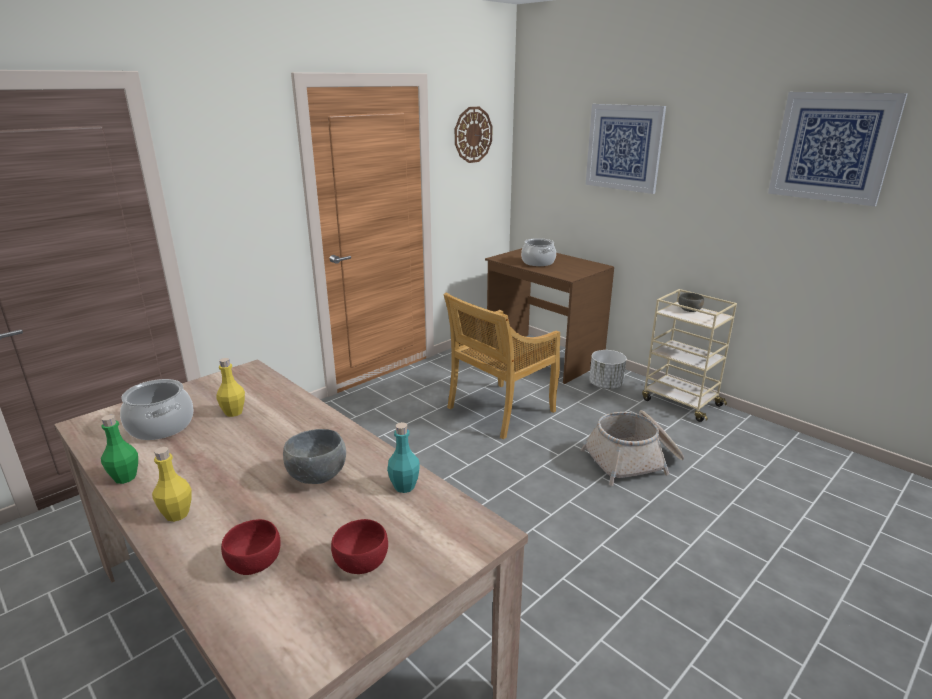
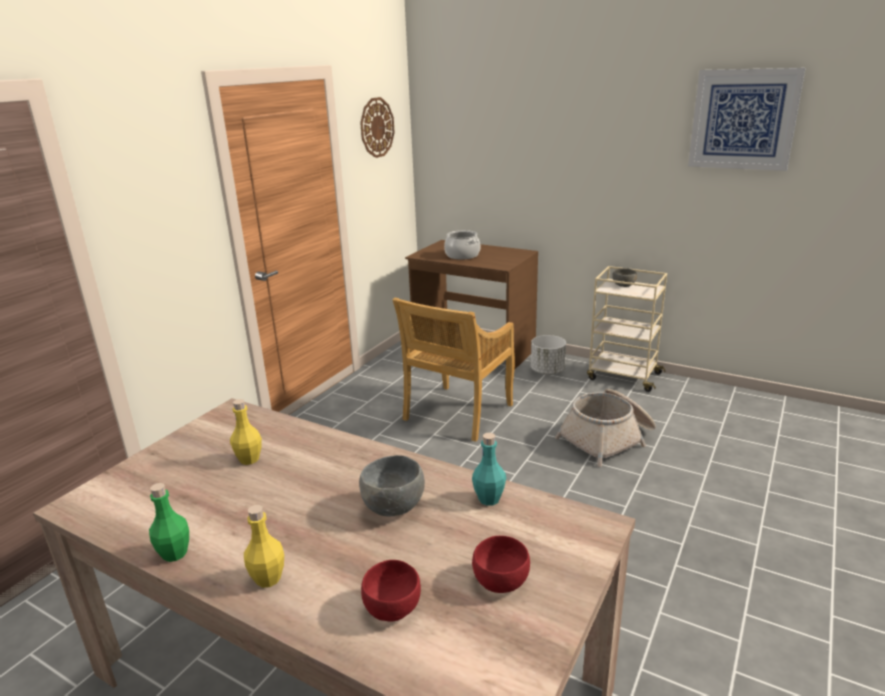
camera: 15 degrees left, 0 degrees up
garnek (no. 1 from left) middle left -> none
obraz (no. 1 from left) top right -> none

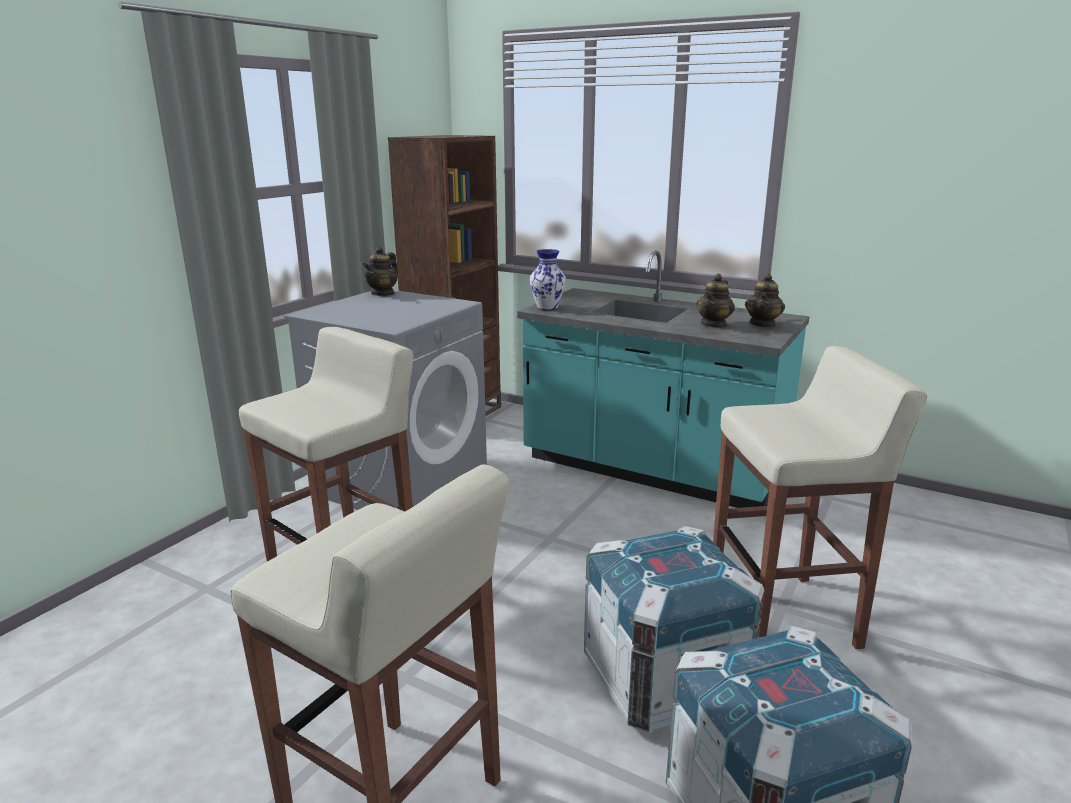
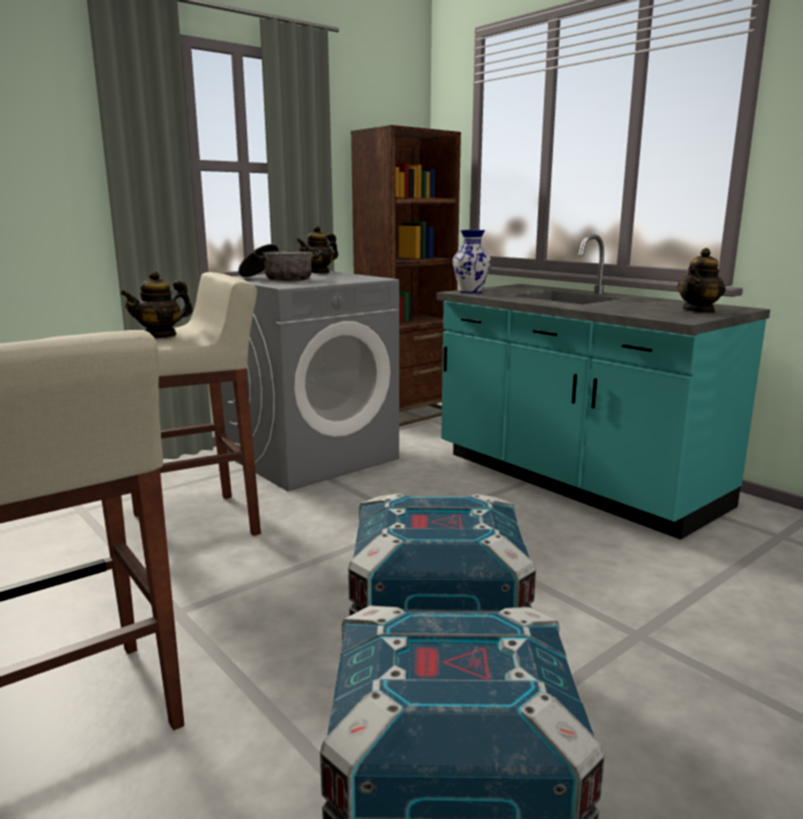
camera: 20 degrees right, 5 degrees down
imbryk (no. 2 from left in the first image) middle right -> imbryk (no. 1 from left) middle left, relocated
none -> garnek top centre
stołek [beżowy] (no. 3 from left) middle right -> none

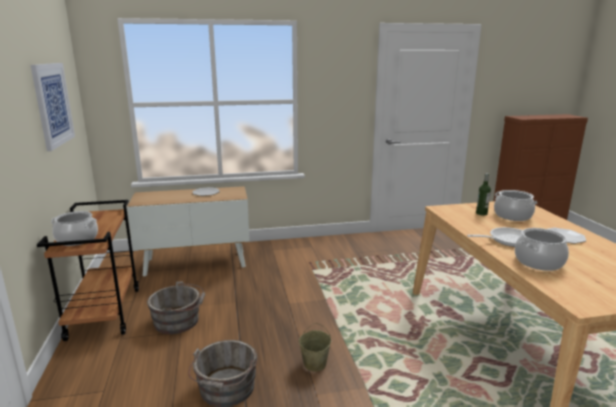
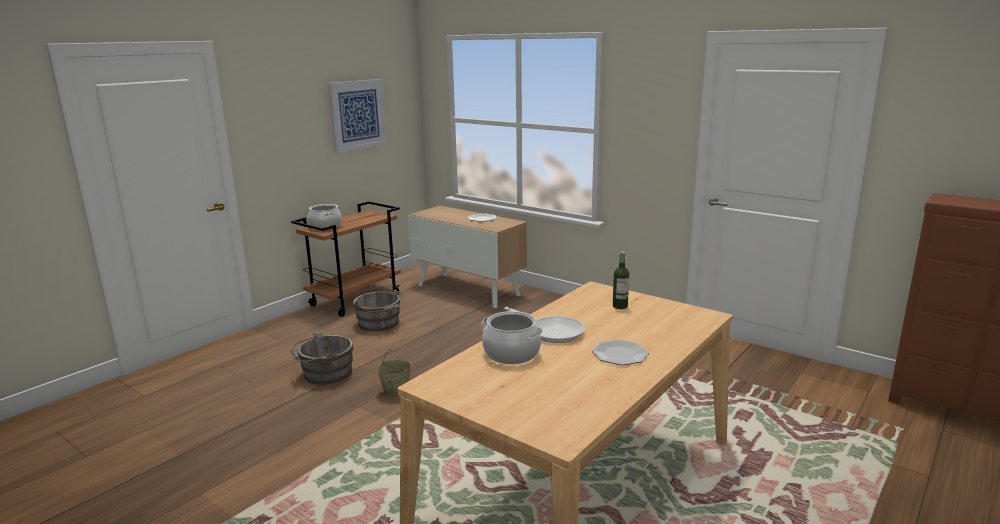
camera: 50 degrees right, 0 degrees up
garnek (no. 2 from left) middle right -> none

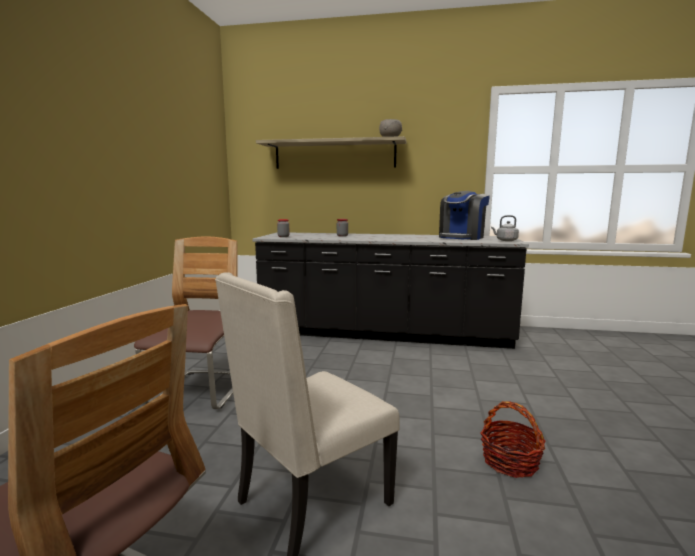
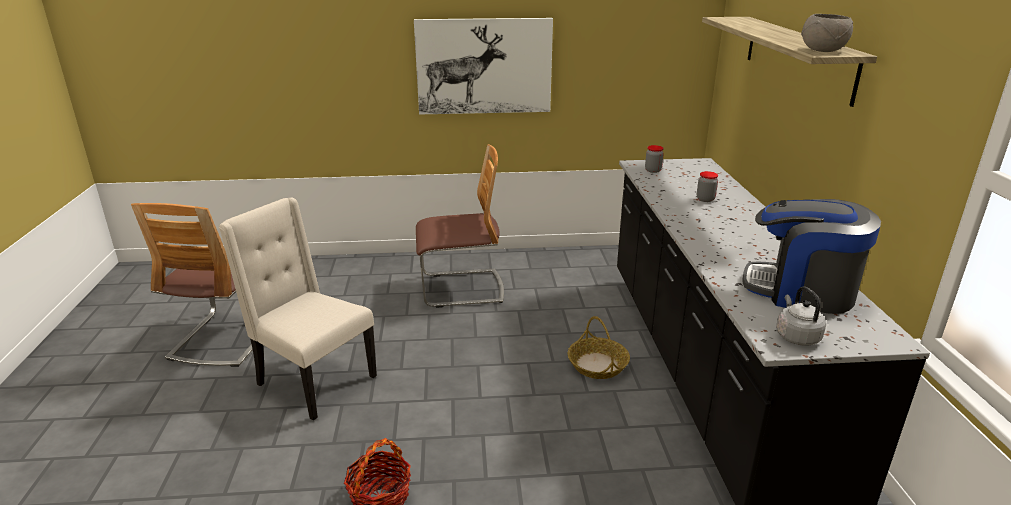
camera: 75 degrees right, 15 degrees up
none -> obraz top centre
none -> koszyk (no. 2 from left) bottom centre

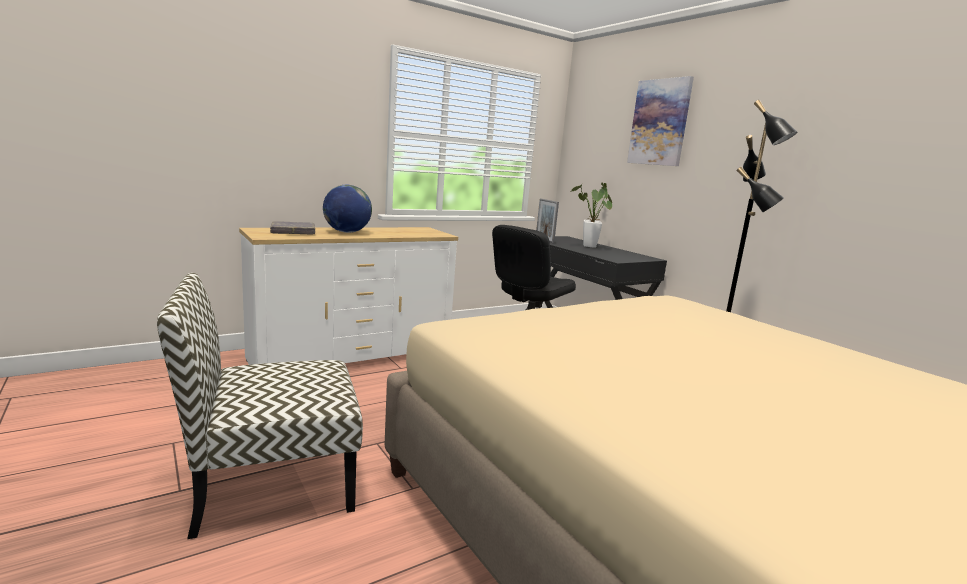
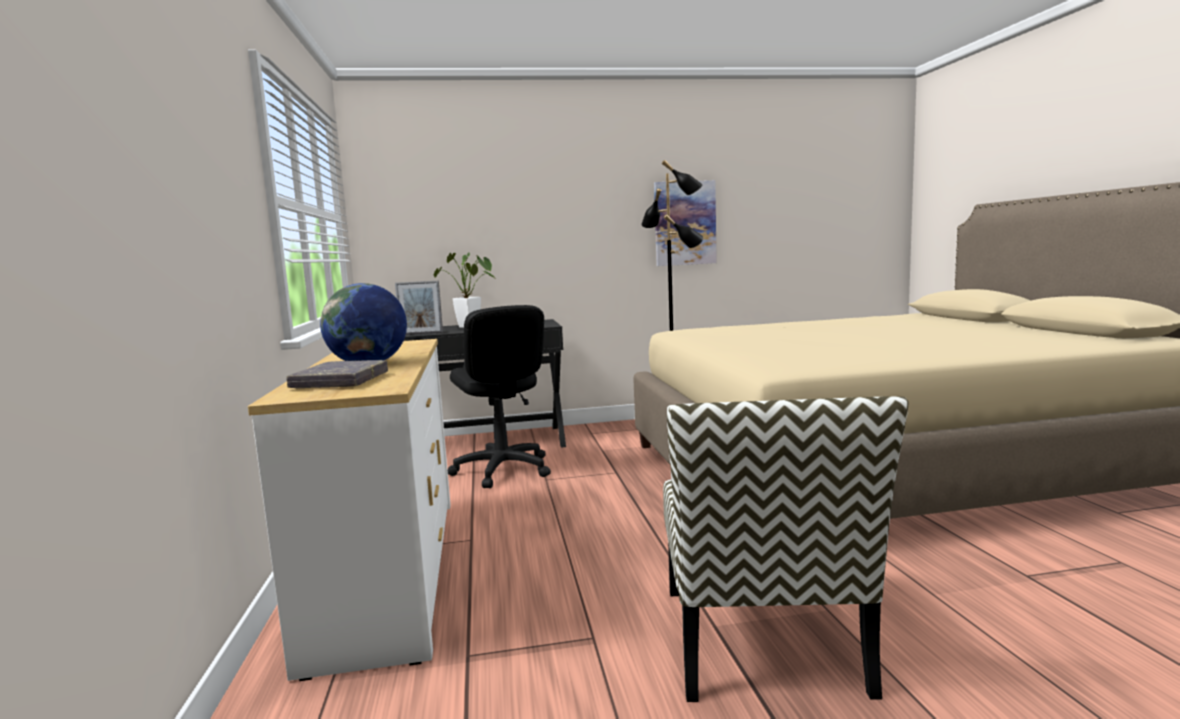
camera: 65 degrees left, 5 degrees down
obraz top right -> obraz top centre, relocated

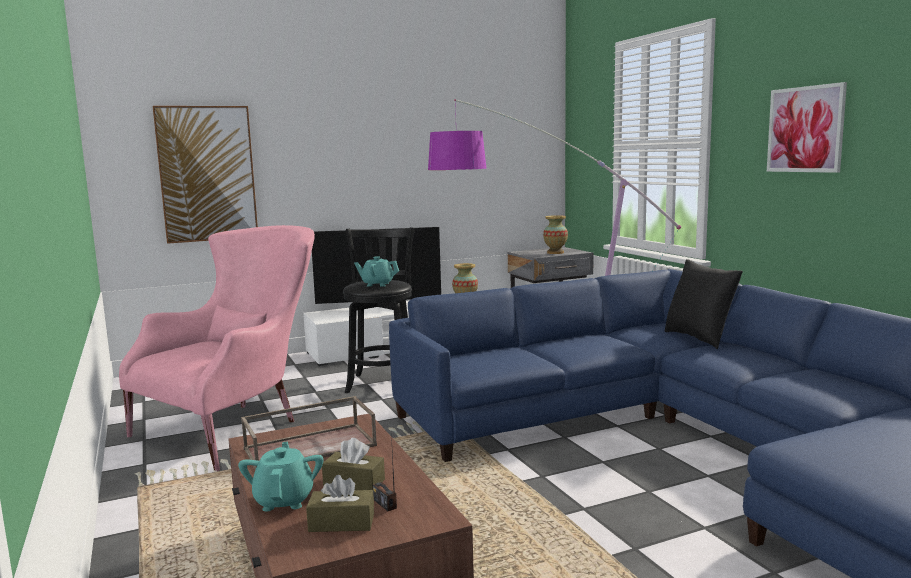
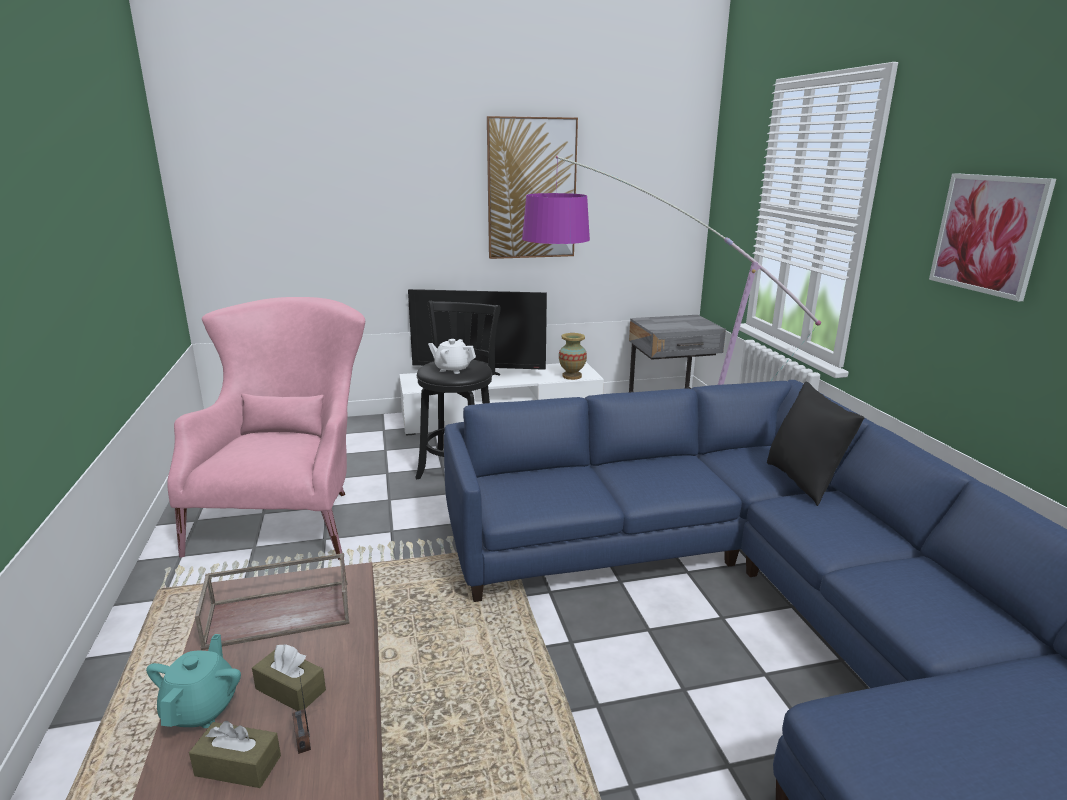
camera: 10 degrees right, 10 degrees up
fotel [różowy] middle left, 45 degrees counterclockwise
imbryk [turkusowy] (no. 2 from left) centre -> imbryk [biały] centre
obraz (no. 1 from left) top left -> obraz (no. 1 from left) top centre, relocated
wazon (no. 2 from left) centre -> none

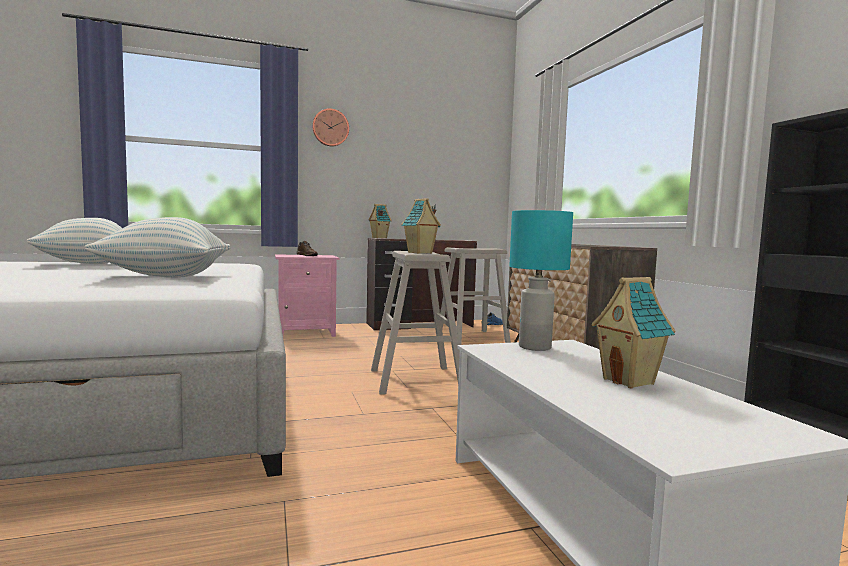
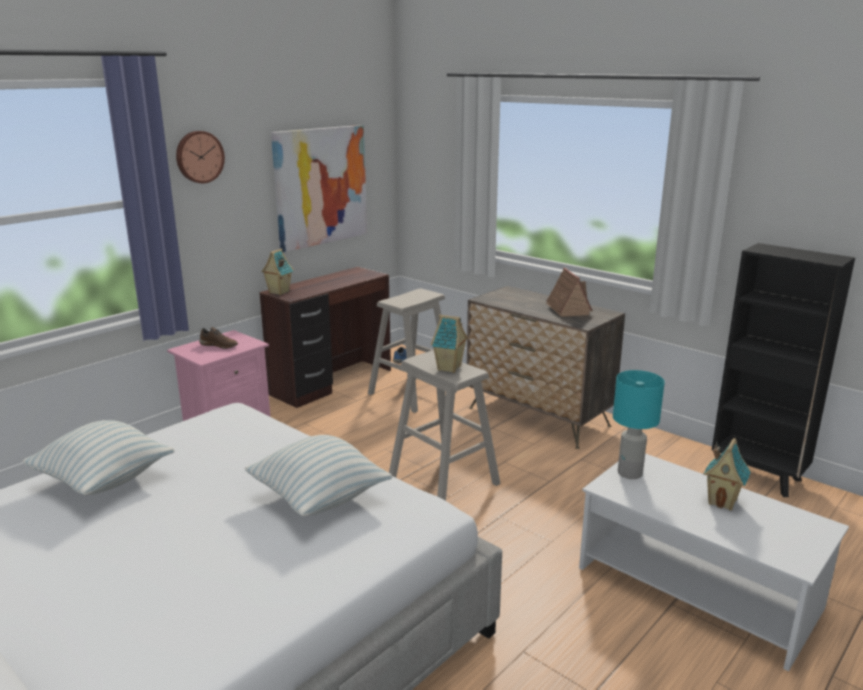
camera: 30 degrees left, 15 degrees up
none -> obraz top centre
none -> domek (no. 3 from left) centre

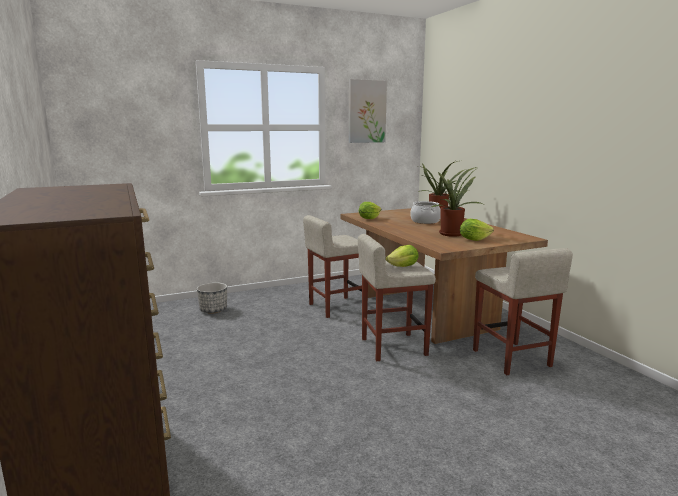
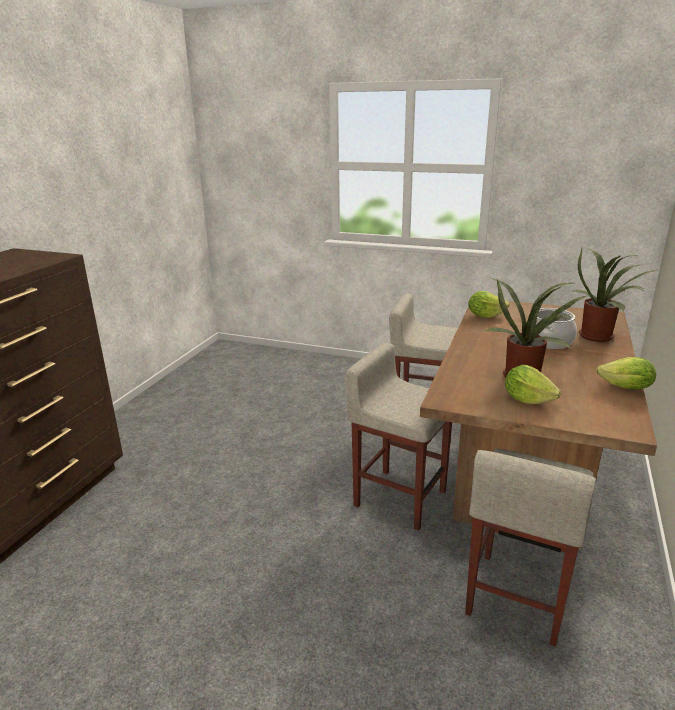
camera: 45 degrees right, 10 degrees up
sałata (no. 2 from left in the first image) centre -> sałata (no. 3 from left) middle right, relocated
donica middle left -> none
obraz top centre -> none

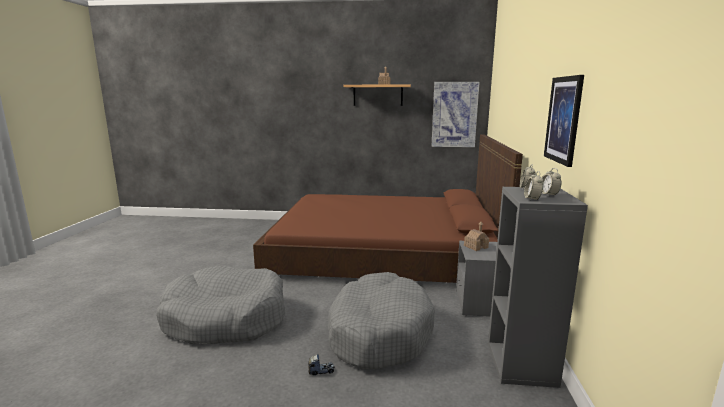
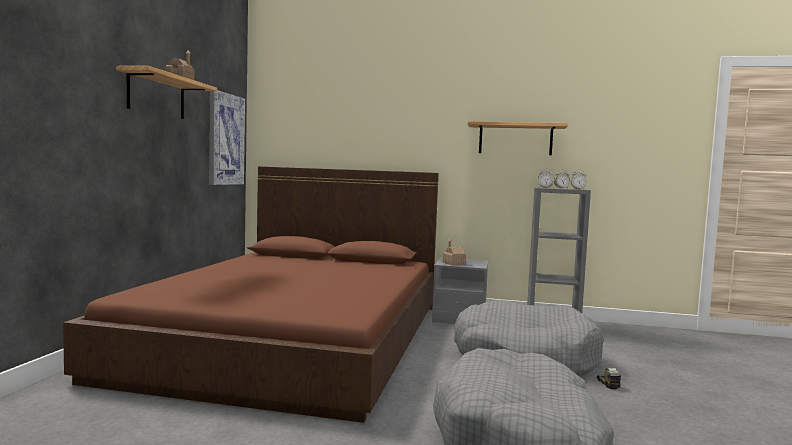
camera: 85 degrees left, 10 degrees down
obraz (no. 2 from left) top right -> półka (no. 2 from left) top centre

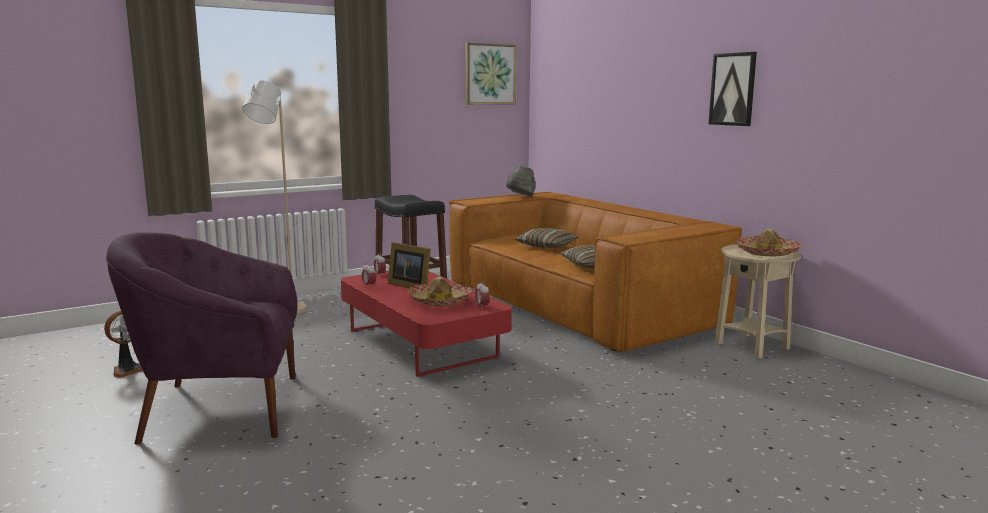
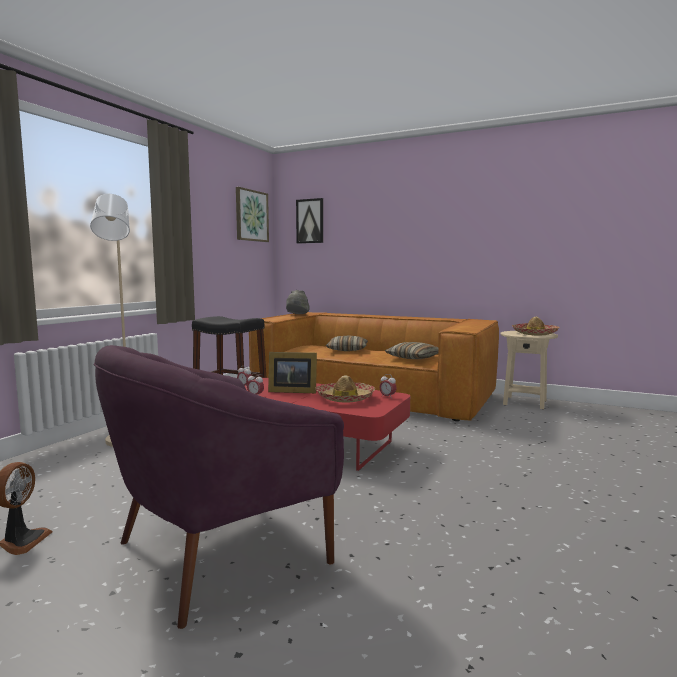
camera: 30 degrees left, 5 degrees down
obraz (no. 2 from left) top right -> obraz (no. 2 from left) top centre, relocated

